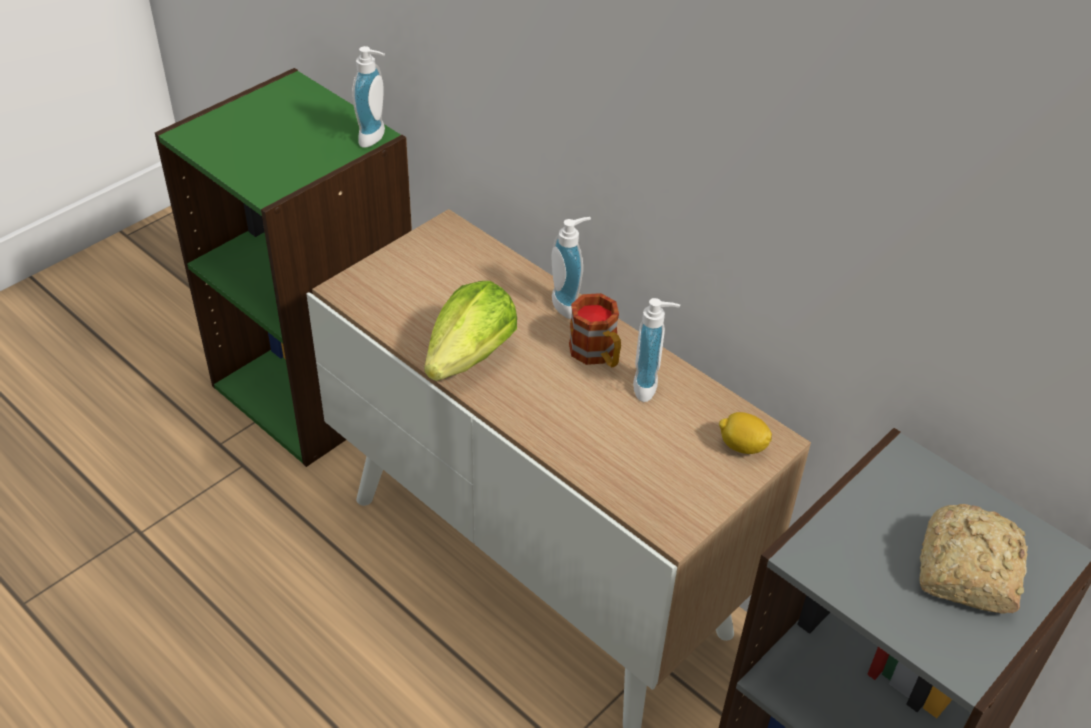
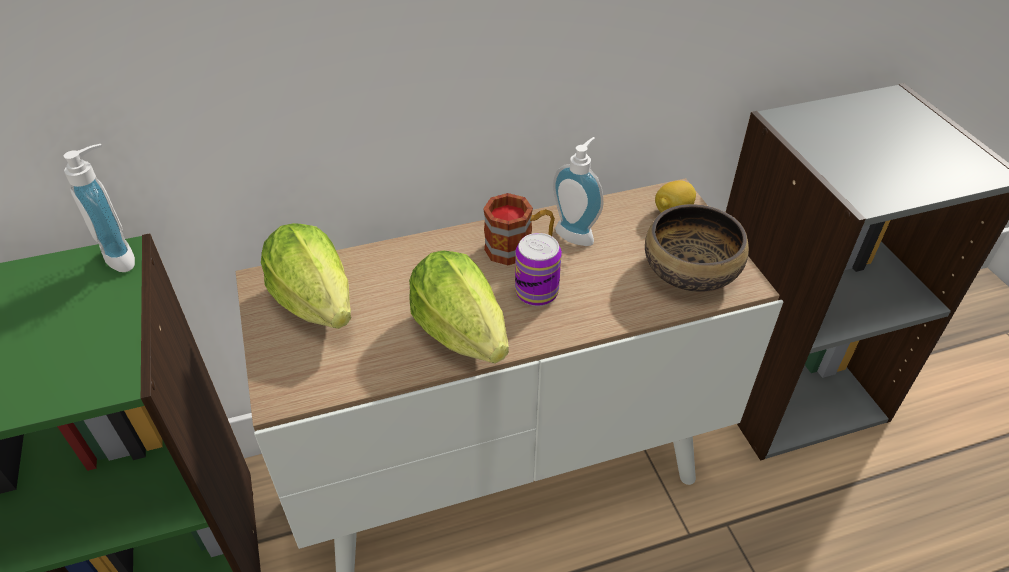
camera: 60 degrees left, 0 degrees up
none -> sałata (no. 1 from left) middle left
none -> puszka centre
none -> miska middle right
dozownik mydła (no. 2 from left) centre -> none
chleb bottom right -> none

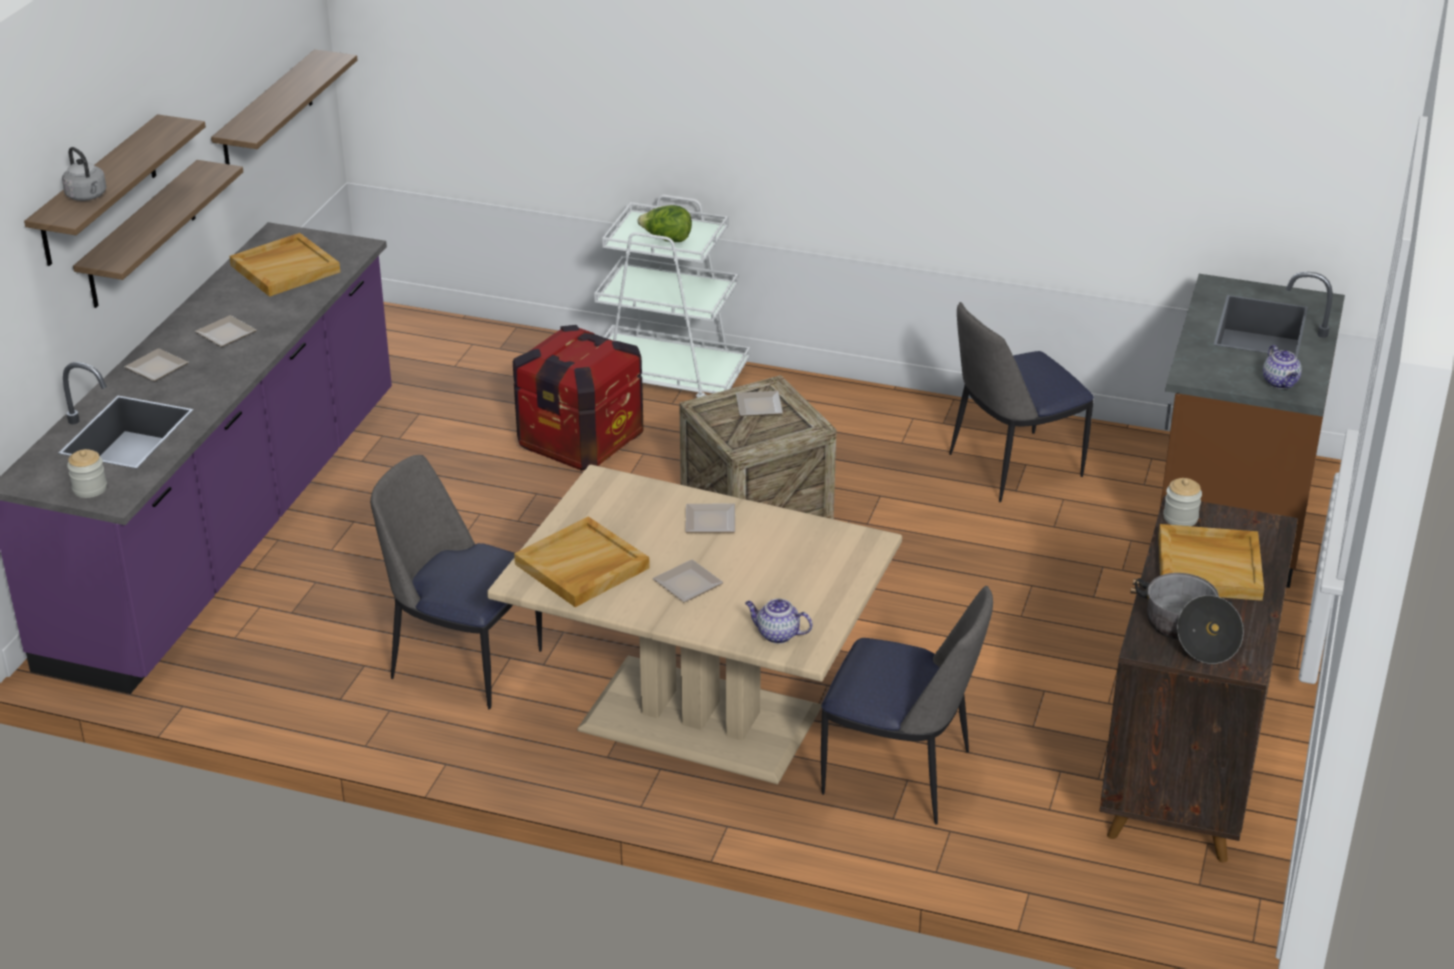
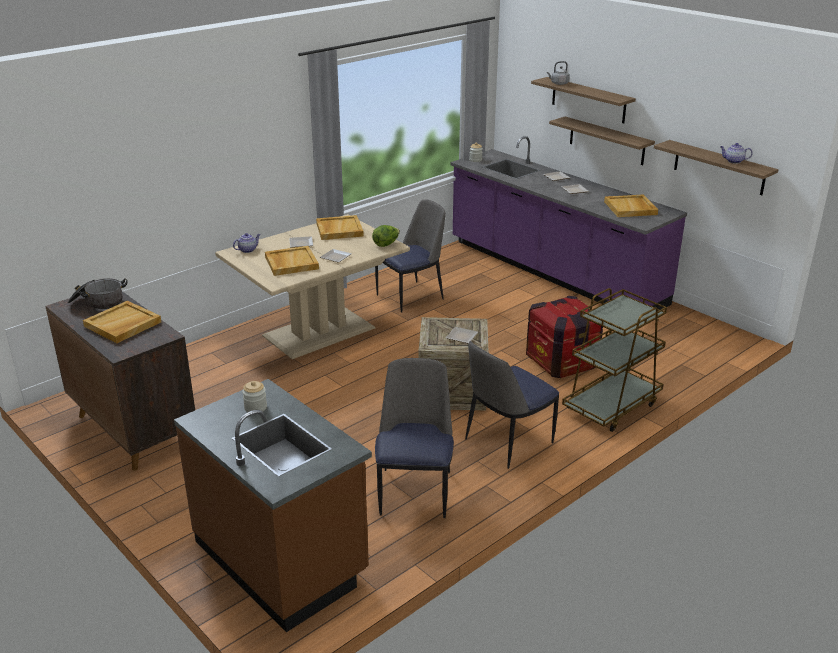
camera: 120 degrees right, 5 degrees down
słoik (no. 2 from left in the first image) middle right -> słoik (no. 1 from left) middle left, relocated
none -> taca [beżowy] (no. 2 from left) centre
sałata top centre -> sałata centre, relocated
krzesło (no. 2 from left in the first image) bottom centre -> krzesło (no. 3 from left) centre, relocated
wózek [biały] top centre -> wózek [brązowy] middle right
imbryk (no. 2 from left) middle right -> imbryk (no. 2 from left) top right, relocated

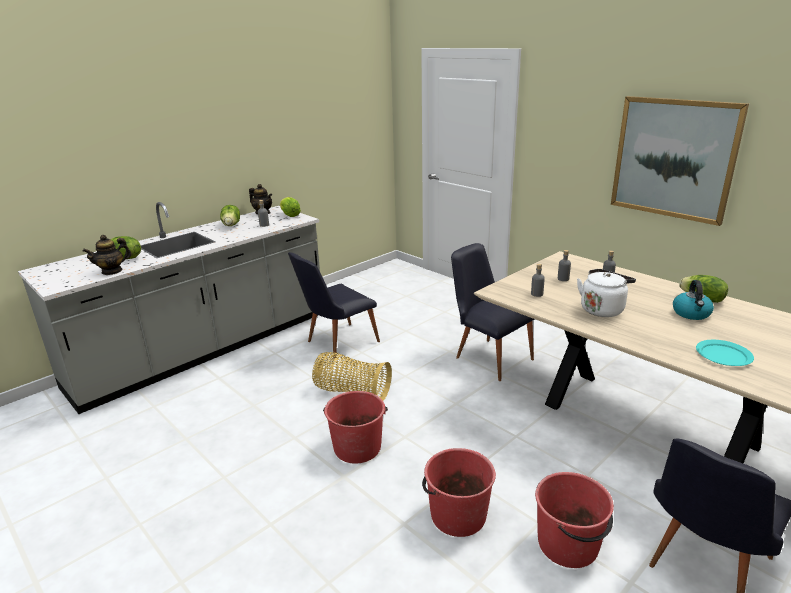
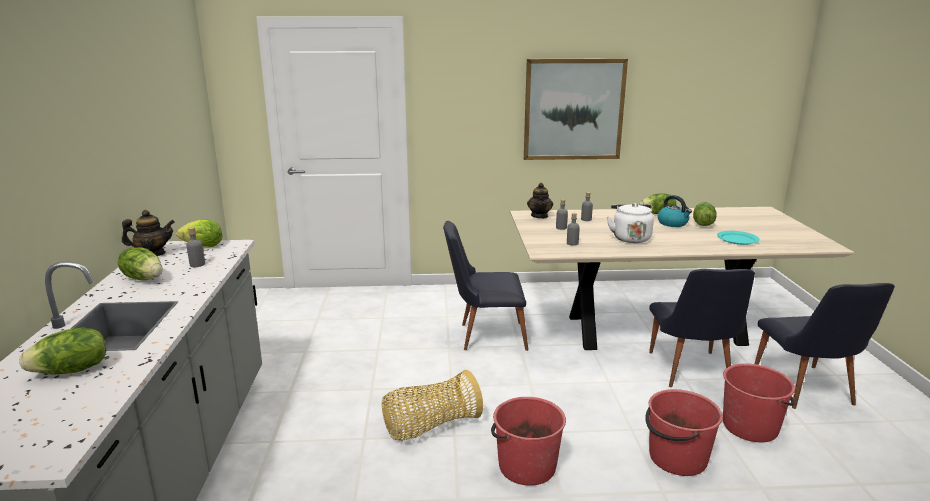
camera: 50 degrees left, 5 degrees down
imbryk (no. 1 from left in the first image) middle left -> imbryk (no. 2 from left) centre, relocated
krzesło [czarny] (no. 1 from left in the first image) centre -> krzesło [czarny] (no. 2 from left) middle right, relocated
none -> sałata (no. 5 from left) middle right

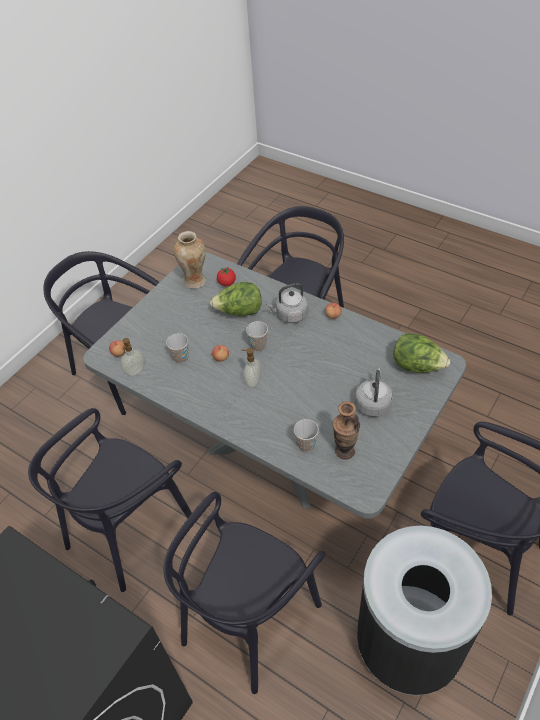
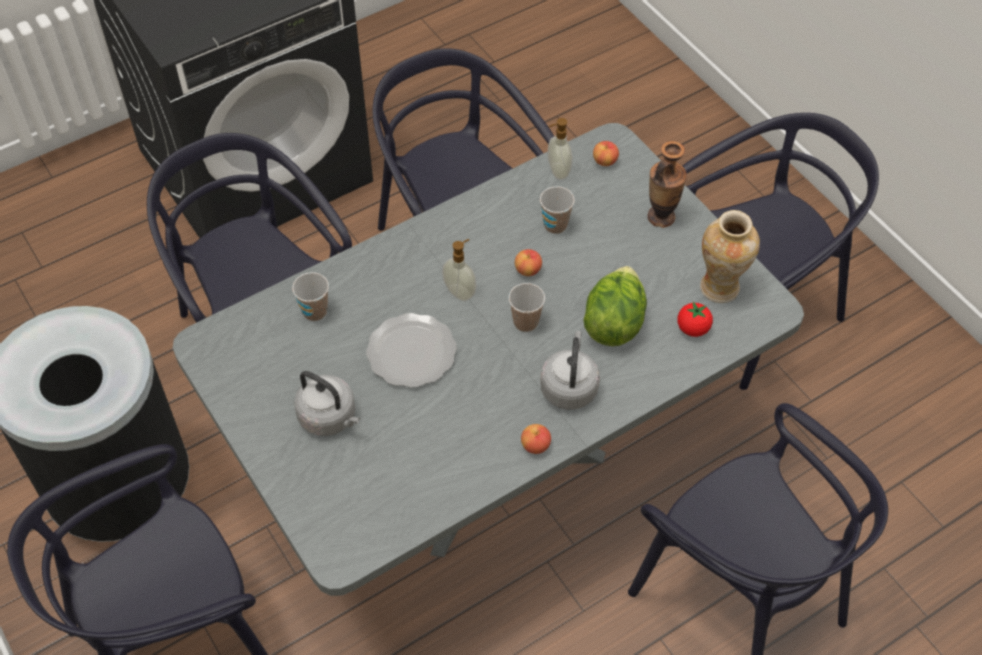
camera: 110 degrees right, 5 degrees up
none -> talerz centre
wazon (no. 2 from left in the first image) centre -> wazon (no. 1 from left) top right, relocated
sałata (no. 2 from left) middle right -> none

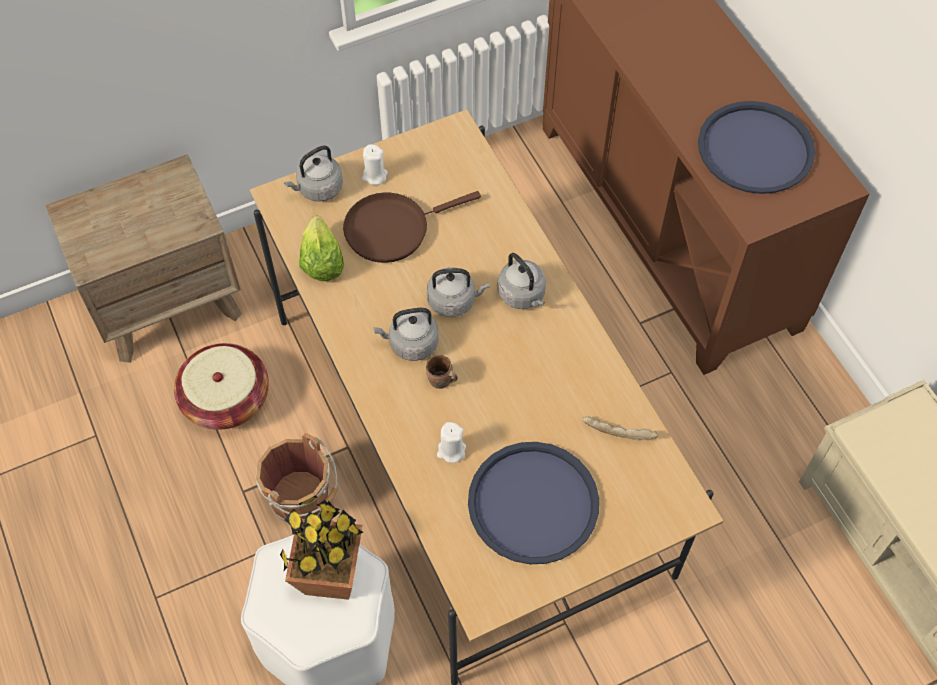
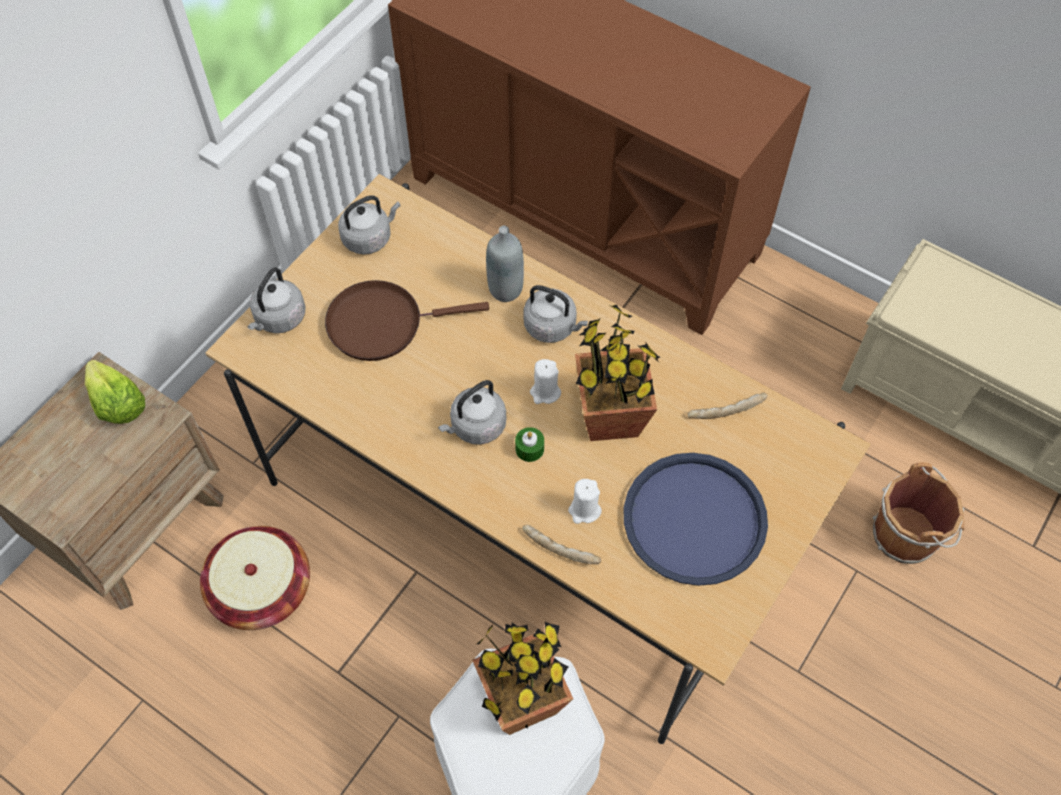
camera: 30 degrees left, 0 degrees up
sałata centre -> sałata middle left, relocated
patelnia [brązowy] top centre -> patelnia [brązowy] centre, 45 degrees clockwise
czajnik [szary] (no. 3 from left in the first image) centre -> czajnik [szary] (no. 2 from left) top centre, relocated
none -> butelka [szary] top centre
kubek [brązowy] centre -> świeca [zielony] centre
none -> chleb (no. 1 from left) bottom centre
świeca [biały] (no. 1 from left) top centre -> świeca [biały] (no. 1 from left) centre, relocated
none -> roślina doniczkowa (no. 2 from left) centre
wiadro [brązowy] bottom left -> wiadro [brązowy] middle right, relocated
taca [niebieski] (no. 2 from left) top right -> none

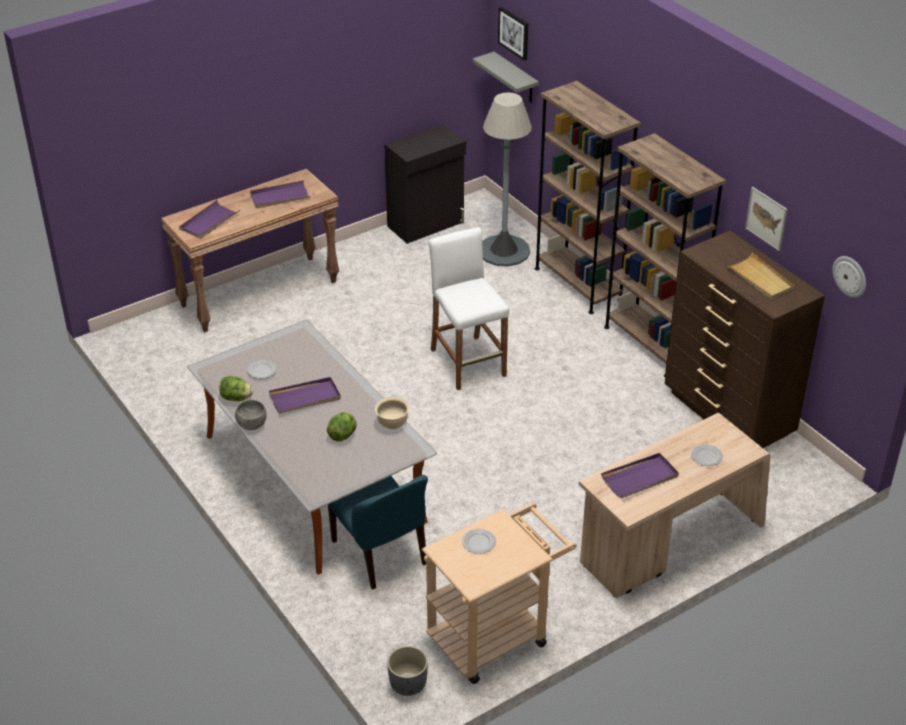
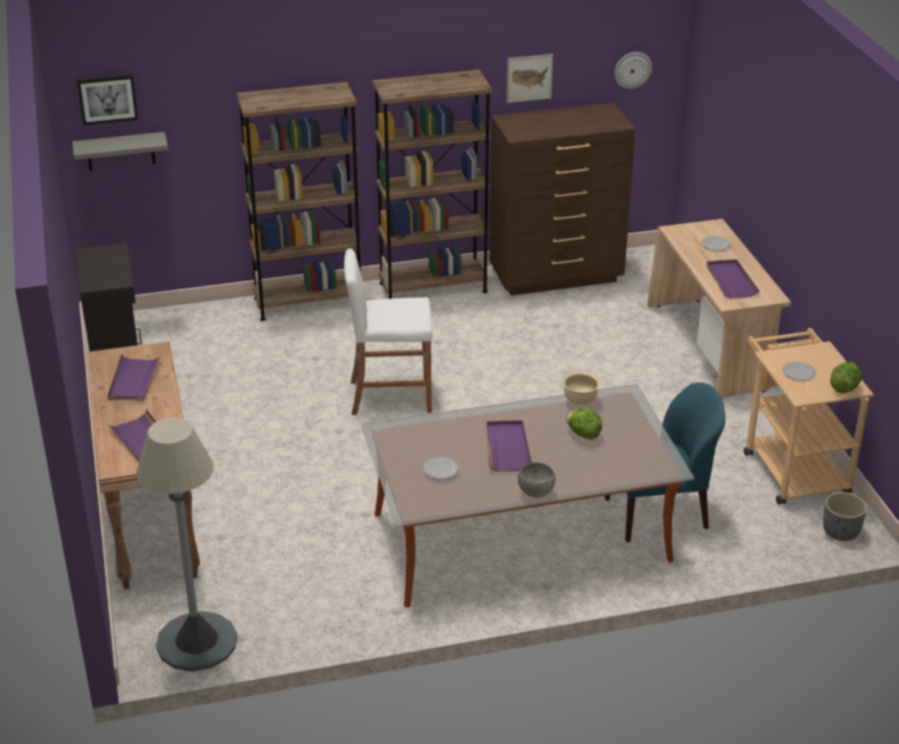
camera: 70 degrees left, 5 degrees down
lampa stojąca [szary] top centre -> lampa stojąca [szary] bottom left, relocated
sałata (no. 1 from left in the first image) middle left -> sałata (no. 2 from left) middle right, relocated
taca [beżowy] middle right -> none

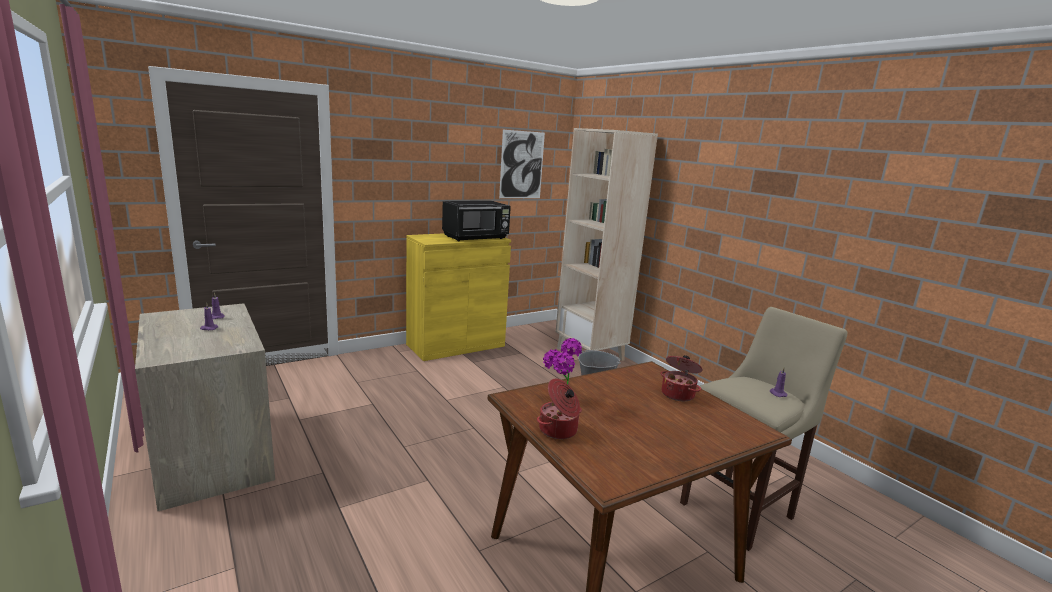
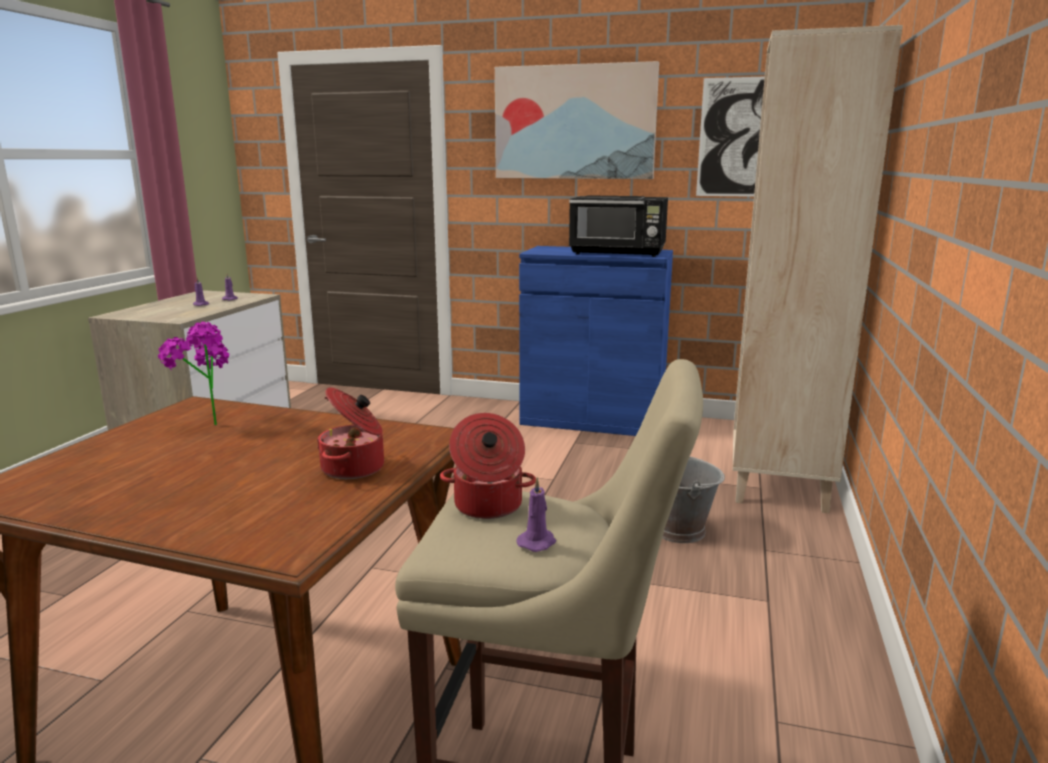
camera: 50 degrees right, 0 degrees up
garnek (no. 1 from left in the first image) bottom centre -> garnek (no. 2 from left) centre, relocated
none -> obraz (no. 1 from left) top centre
szafka [żółty] centre -> szafka [niebieski] centre

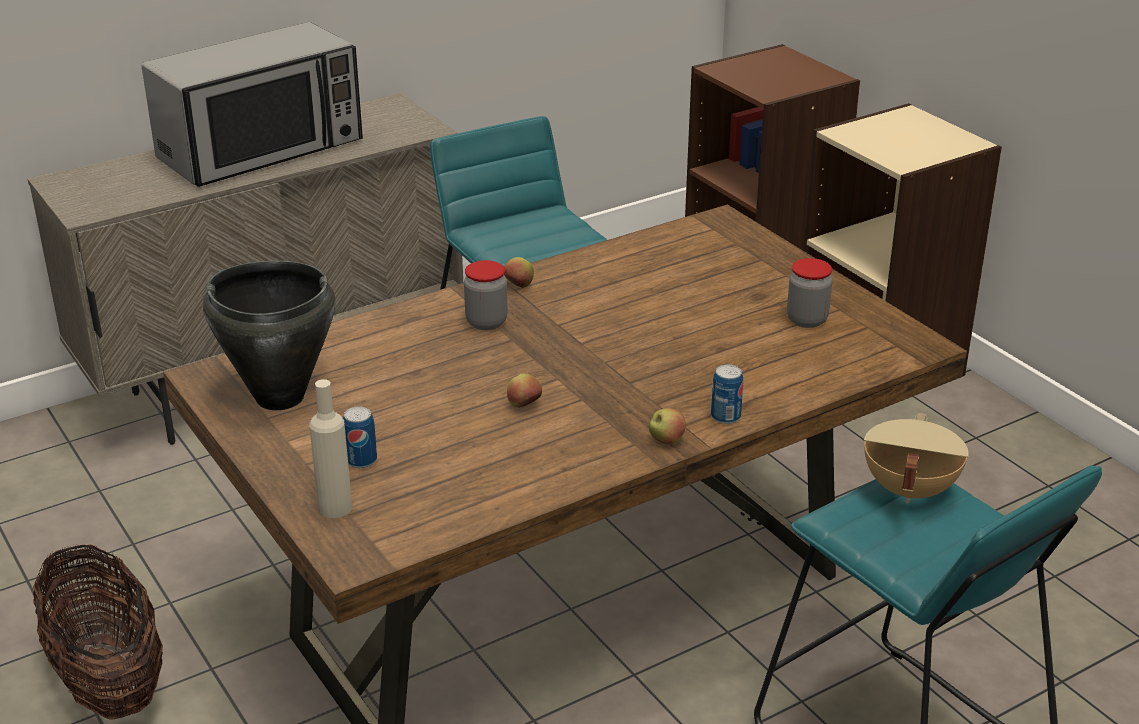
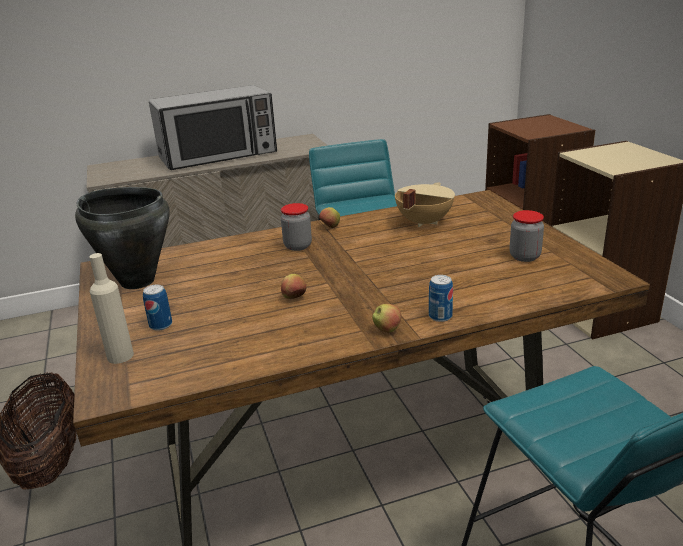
camera: 15 degrees right, 5 degrees down
garnek [beżowy] middle right -> garnek [beżowy] centre, relocated

